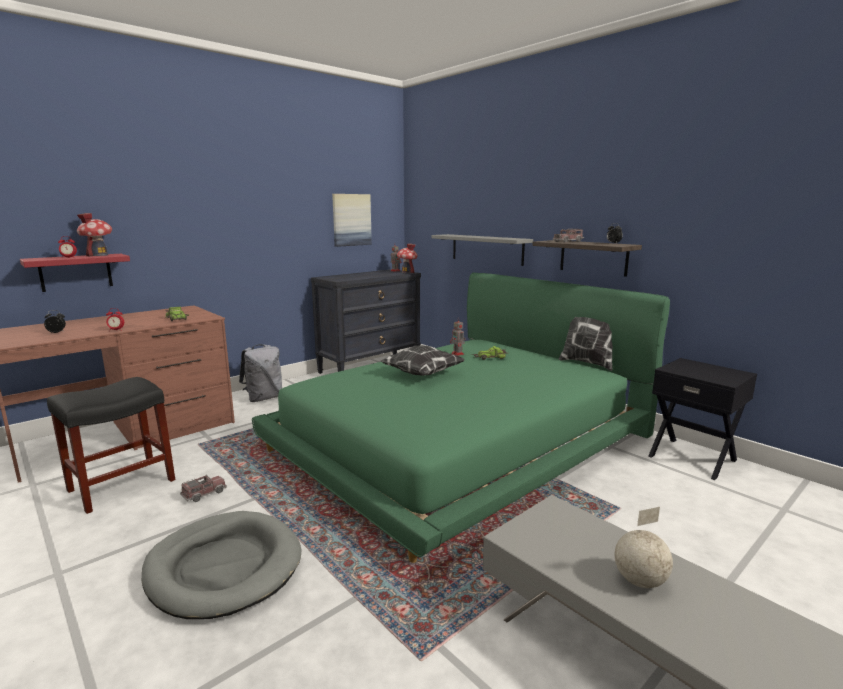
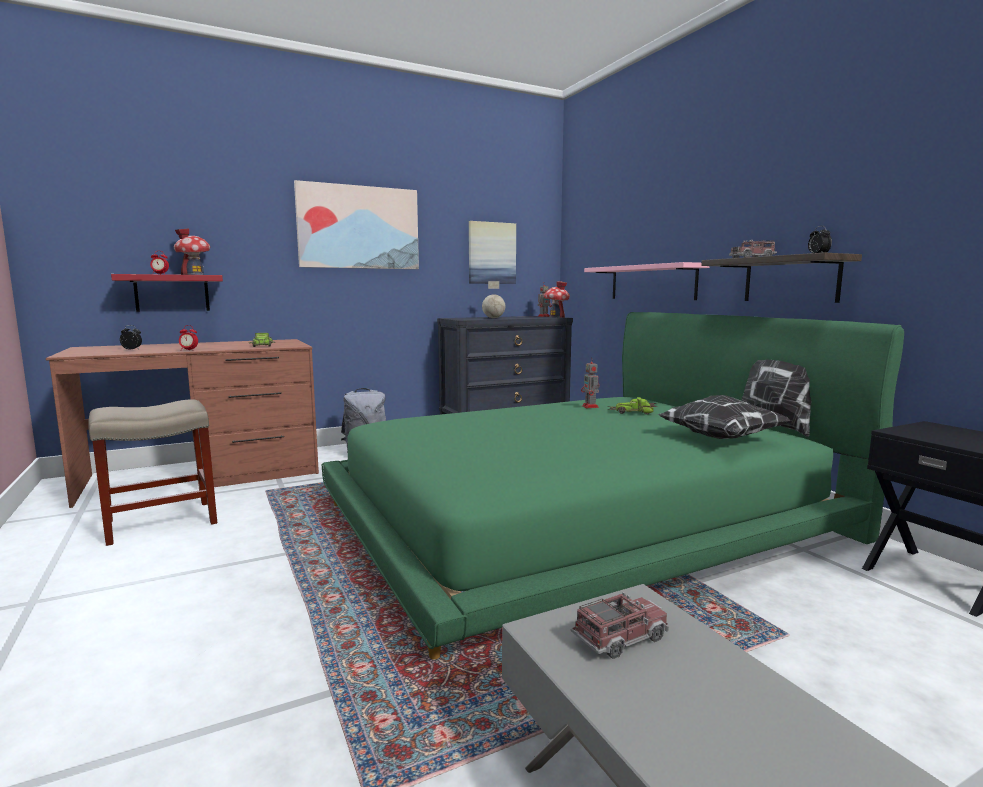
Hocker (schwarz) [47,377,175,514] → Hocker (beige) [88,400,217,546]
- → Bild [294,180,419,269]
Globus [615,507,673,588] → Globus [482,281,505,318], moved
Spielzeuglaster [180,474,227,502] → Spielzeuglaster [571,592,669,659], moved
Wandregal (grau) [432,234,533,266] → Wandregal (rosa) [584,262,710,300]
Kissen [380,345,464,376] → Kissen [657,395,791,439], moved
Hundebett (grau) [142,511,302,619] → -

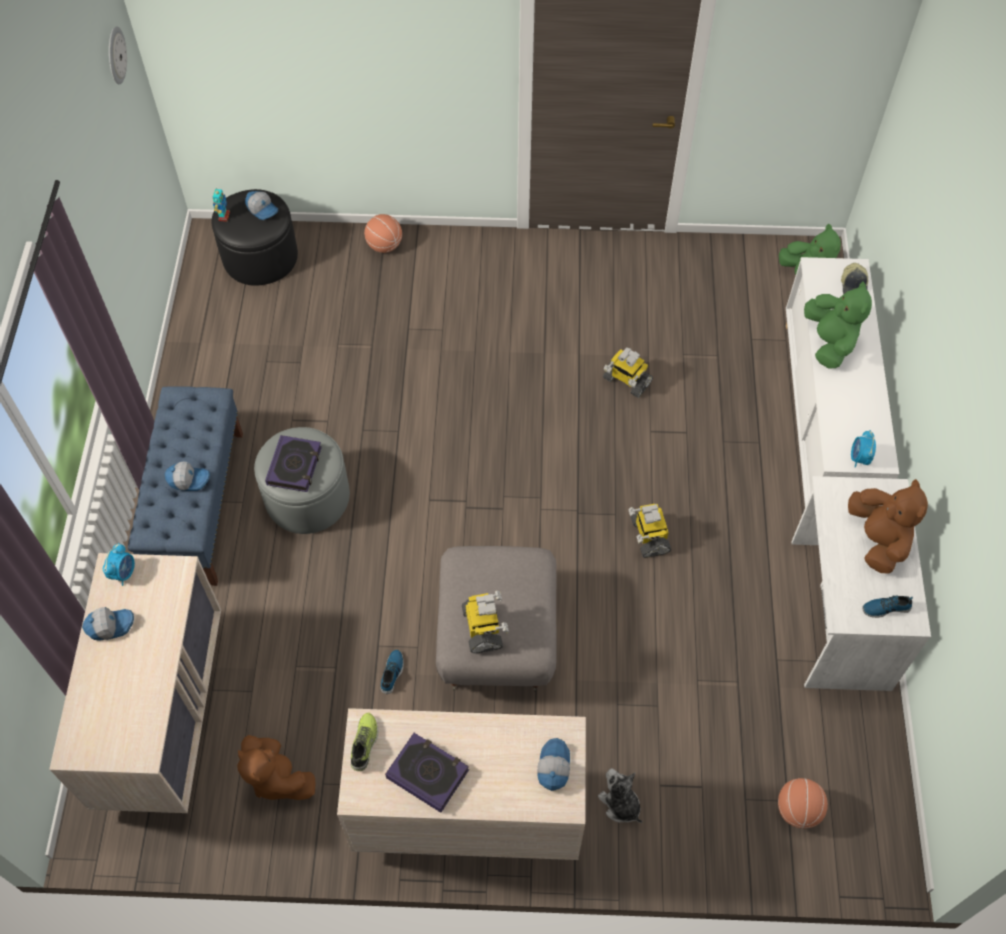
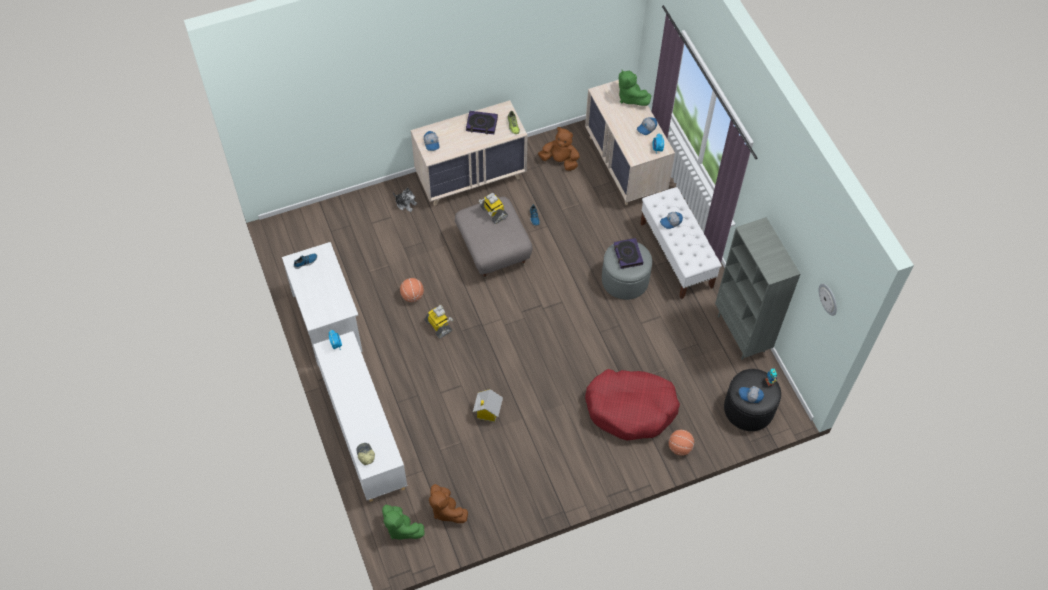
Basketball [778,778,828,829] → Basketball [400,278,424,302], moved
Plüschtier (braun) [848,479,928,574] → Plüschtier (braun) [429,484,468,523], moved
Spielzeugroboter [603,347,653,398] → Spielzeughaus [473,389,503,422]
- → Hundebett (rot) [585,369,680,440]
Plüschtier (grün) [804,281,872,368] → Plüschtier (grün) [619,70,651,106], moved
Bank (blau) [128,386,243,586] → Bank (weiß) [640,187,722,299]
- → Bücherregal (grau) [715,217,800,360]

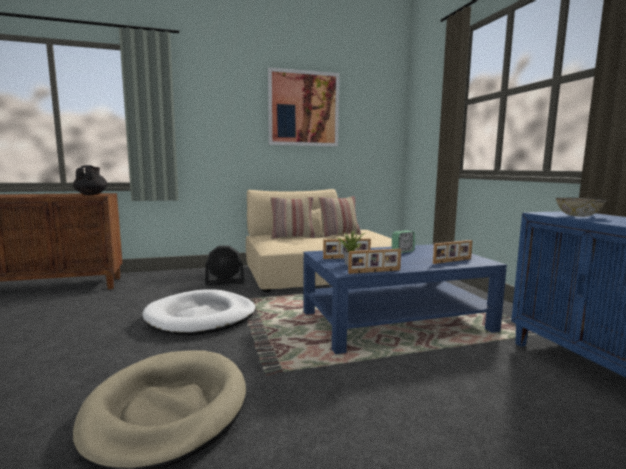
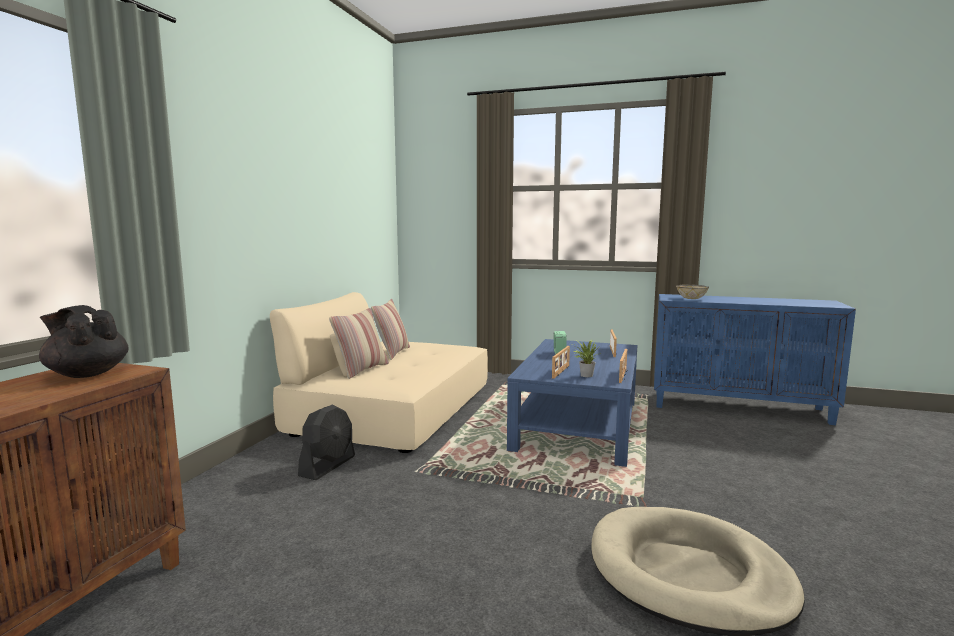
Hundebett (weiß) [142,289,256,336] → -
Bild [268,67,339,147] → -

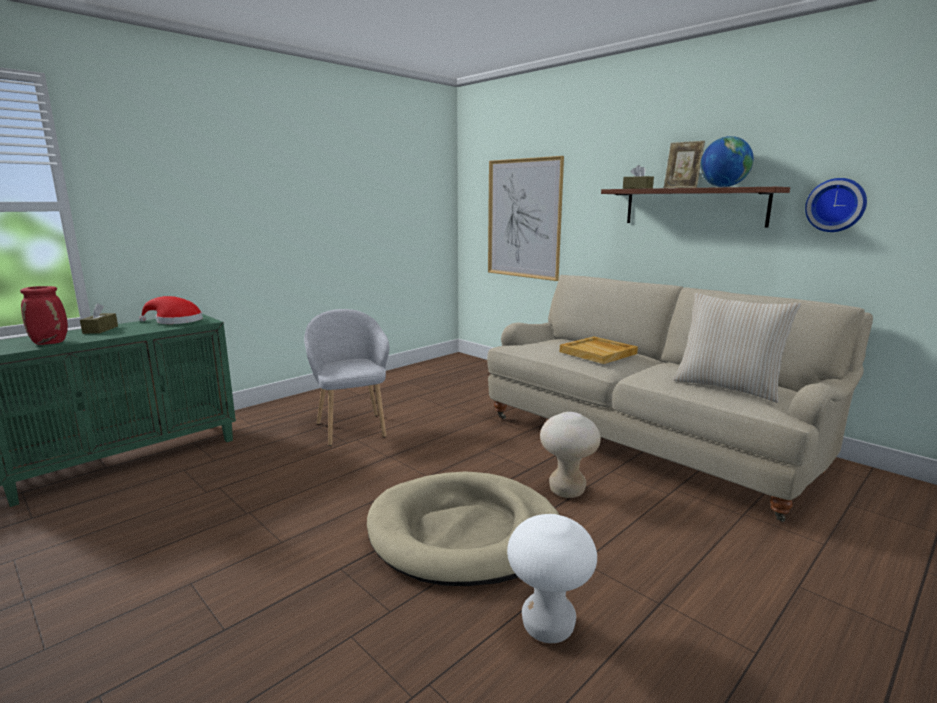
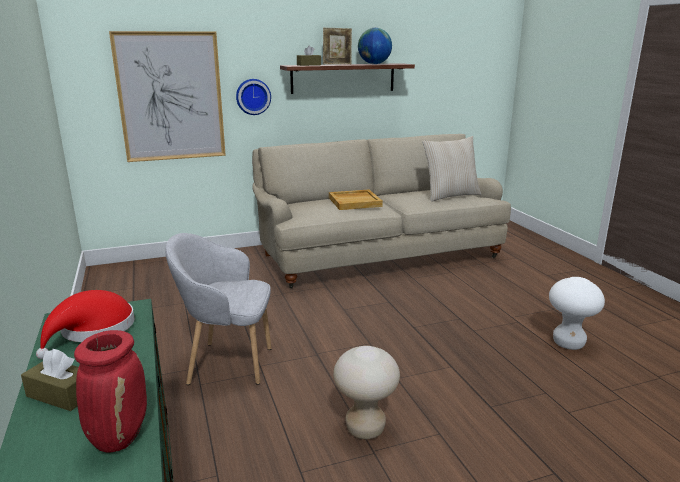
Wanduhr [805,178,867,232] → Wanduhr [236,79,271,115], moved
Hocker (beige) [540,412,601,498] → Hocker (beige) [333,346,400,439], moved
Hundebett (beige) [367,472,559,586] → -

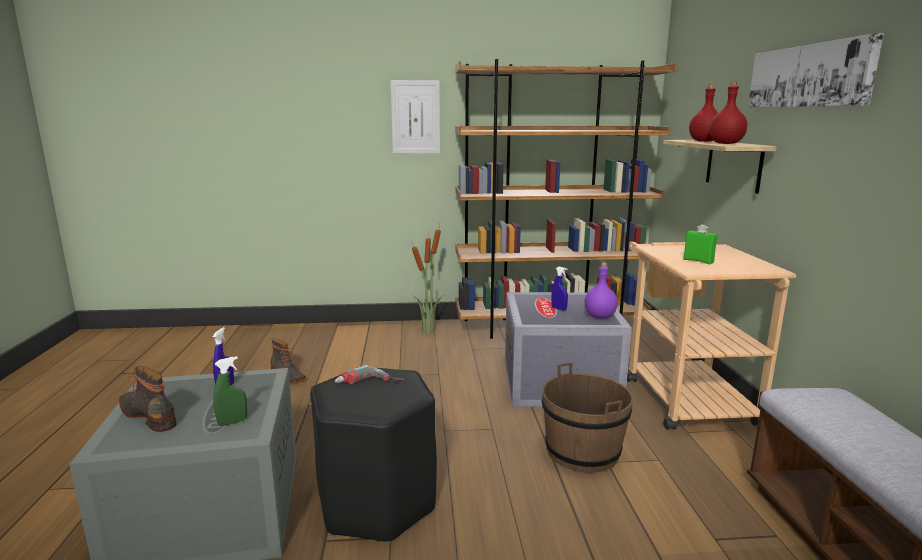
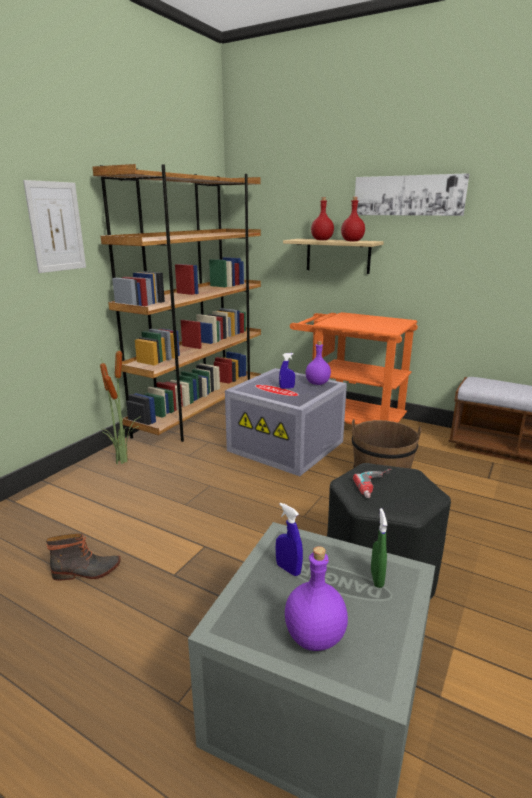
Stiefel [119,366,177,432] → Flasche (lila) [285,546,348,651]
Rollwagen (beige) [627,242,796,429] → Rollwagen (orange) [290,312,418,424]
Flasche (grün) [683,225,717,264] → -

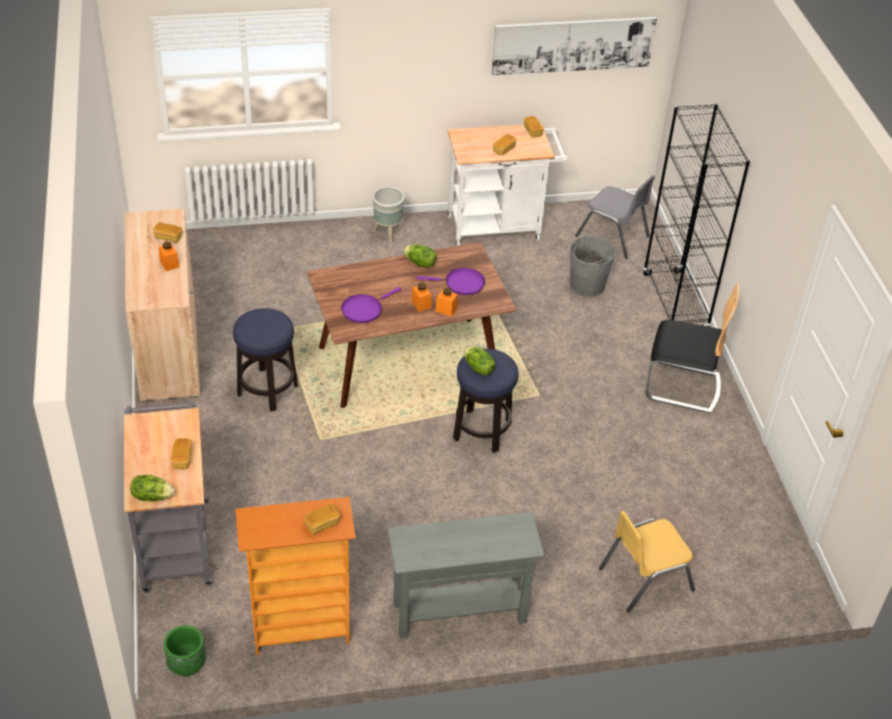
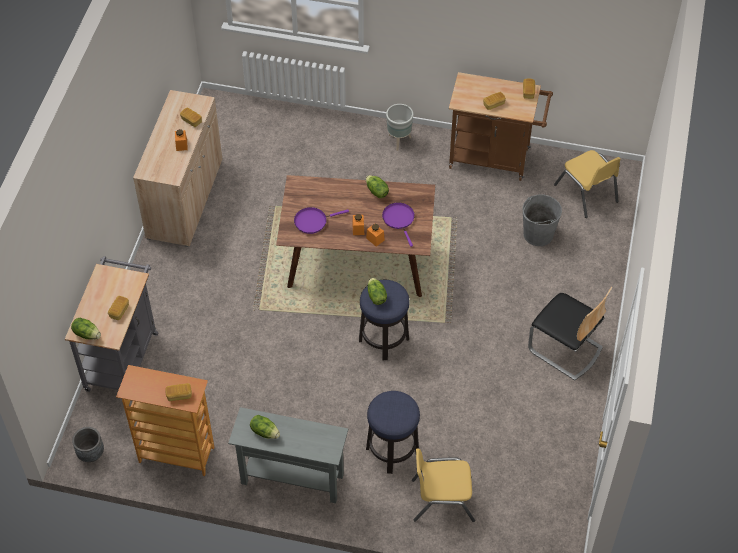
Pflanzkübel (grün) [164,625,206,676] → Pflanzkübel (grau) [72,427,104,462]
- → Salatkopf [250,415,280,439]
Hocker [233,308,298,411] → Hocker [366,391,420,474], moved
Pfanne (lila) [417,268,485,295] → Pfanne (lila) [382,203,415,247], 135 degrees counterclockwise
Rollwagen (weiß) [448,123,568,246] → Rollwagen (braun) [449,72,553,181]
Stuhl (grau) [575,175,655,259] → Stuhl (gelb) [554,150,621,218]
Bild [491,17,657,76] → -
Bücherregal (schwarz) [643,103,750,327] → -

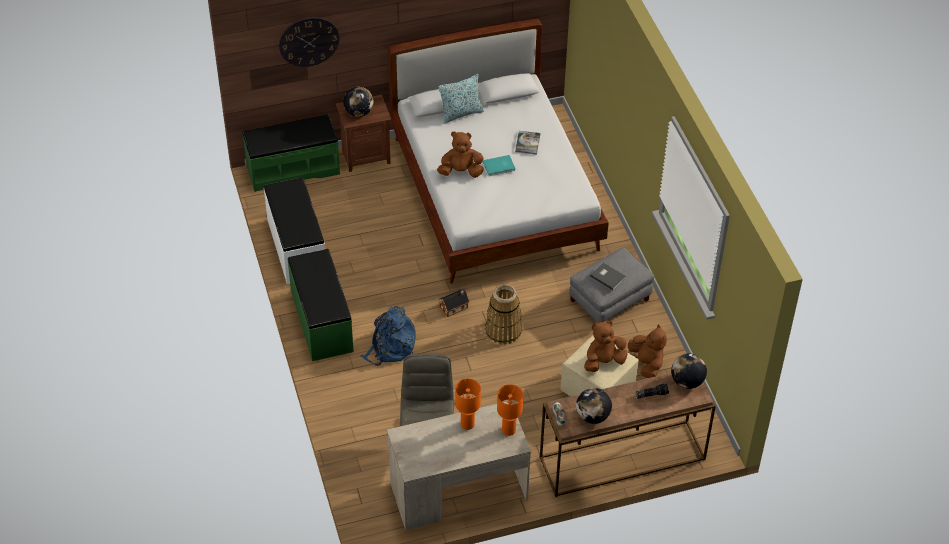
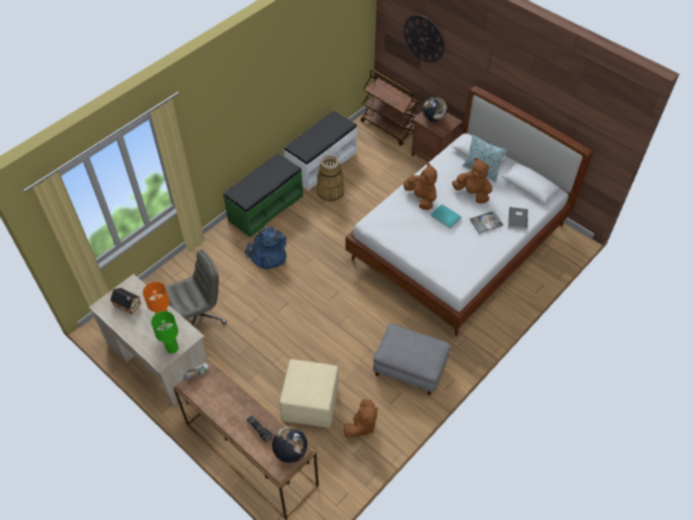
Spielzeughaus [439,289,470,317] → Spielzeughaus [110,288,141,314], moved
Tischlampe (orange) [497,384,523,436] → Tischlampe (grün) [151,311,179,354]
Korb [485,284,522,345] → Korb [317,155,344,202], moved
Bank (grün) [242,114,340,192] → Rollwagen (braun) [361,69,419,146]
Plüschtier (braun) [584,321,628,372] → Plüschtier (braun) [452,158,492,204], moved
Buch (grau) [590,263,626,290] → Buch (grau) [508,207,528,230], moved
Globus [576,388,612,424] → -

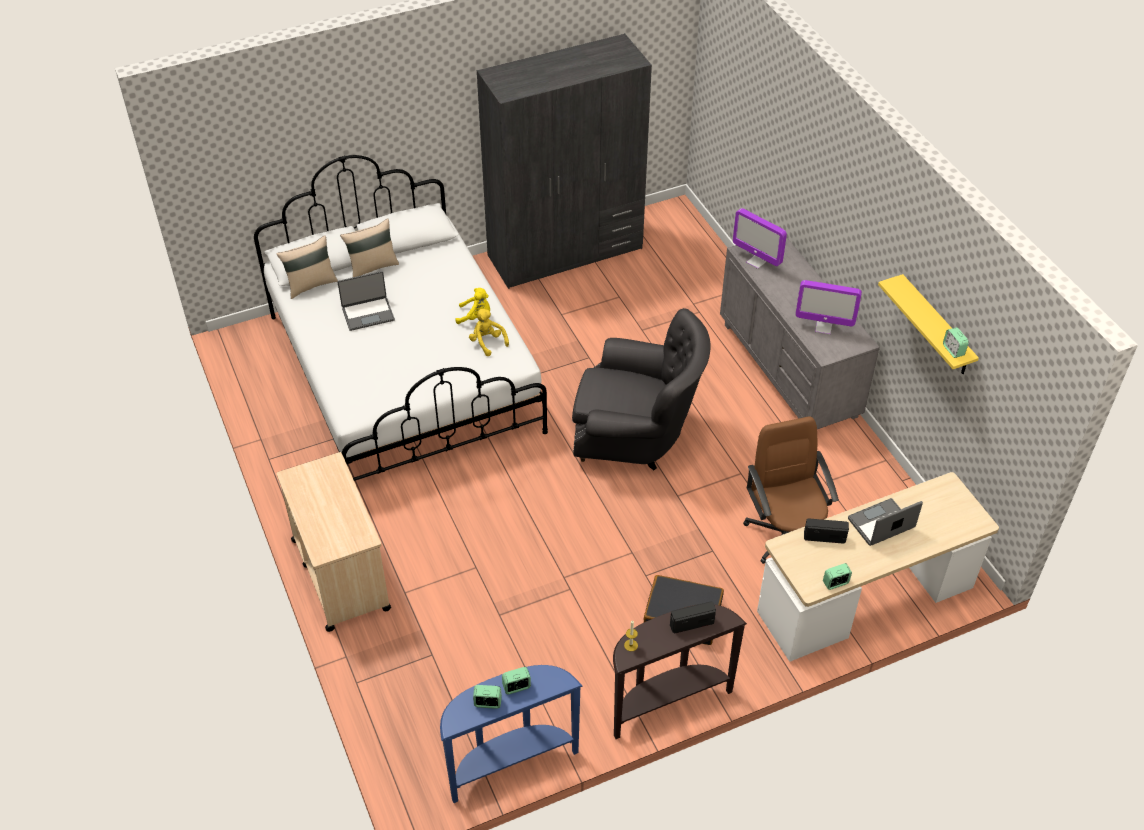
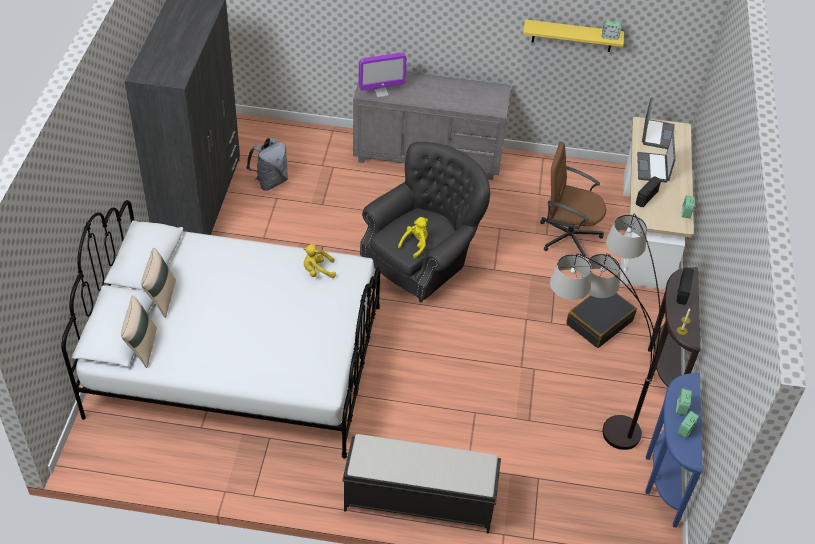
- → Rucksack (grau) [246,138,288,191]
Rollwagen (beige) [277,452,391,632] → Bank (schwarz) [342,434,501,534]
Plüschtier (gelb) [455,288,490,324] → Plüschtier (gelb) [398,217,428,258], moved
- → Stehlampe [550,213,661,450]
Laptop [338,271,395,331] → Laptop [642,97,675,149], moved
Monitor [795,280,862,335] → -

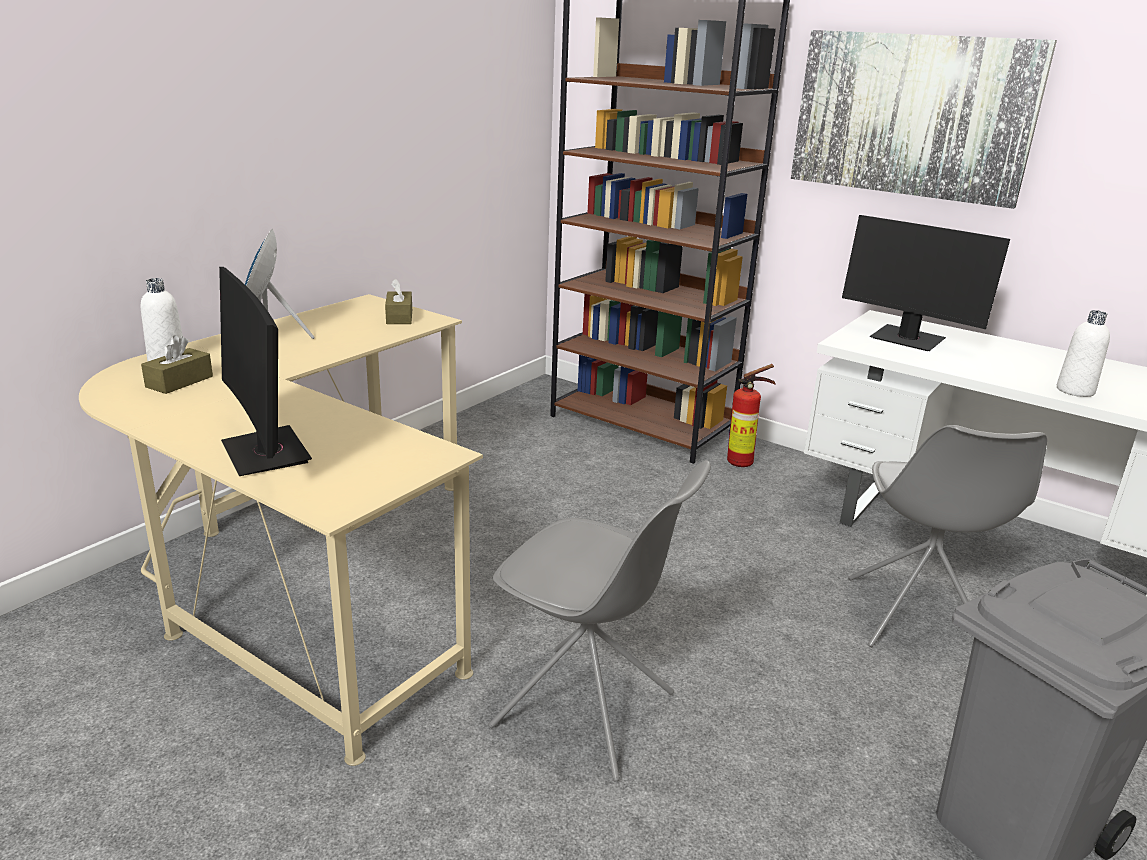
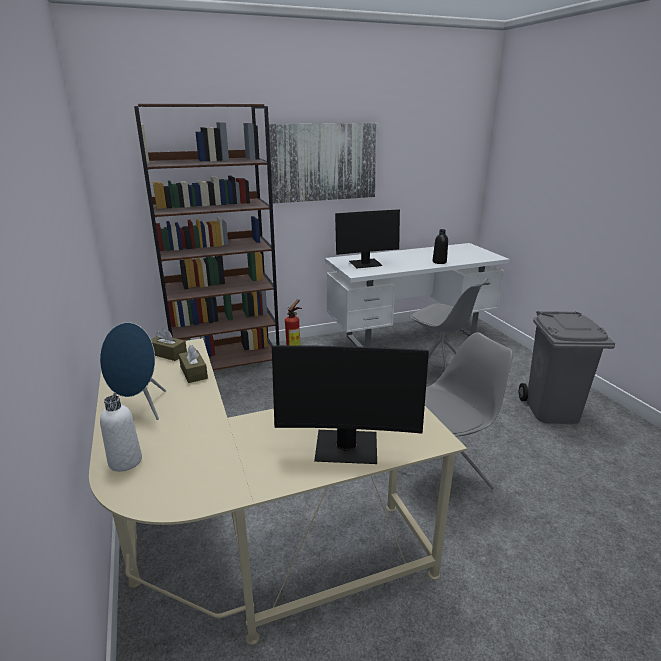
Taschentuchbox (braun) [141,336,213,394] → Taschentuchbox (braun) [179,345,208,383], moved
Flasche (weiß) [1057,310,1110,397] → Flasche (schwarz) [433,229,448,264]

